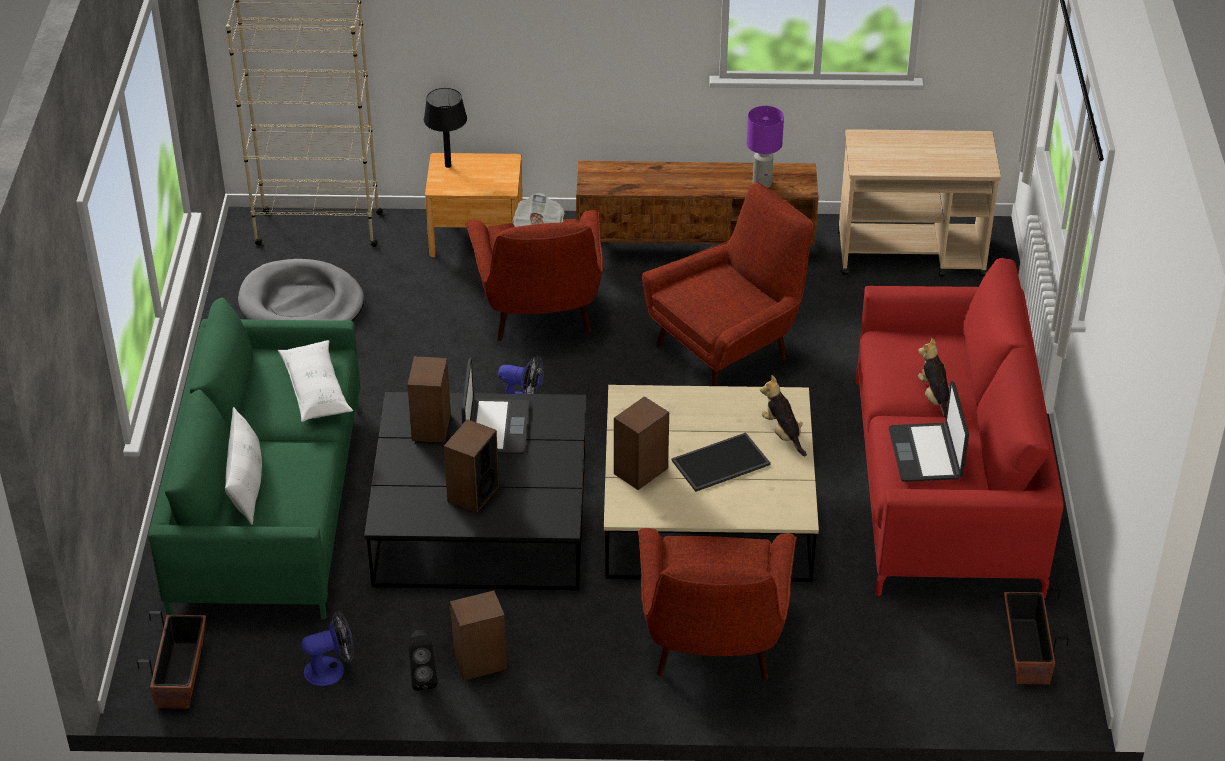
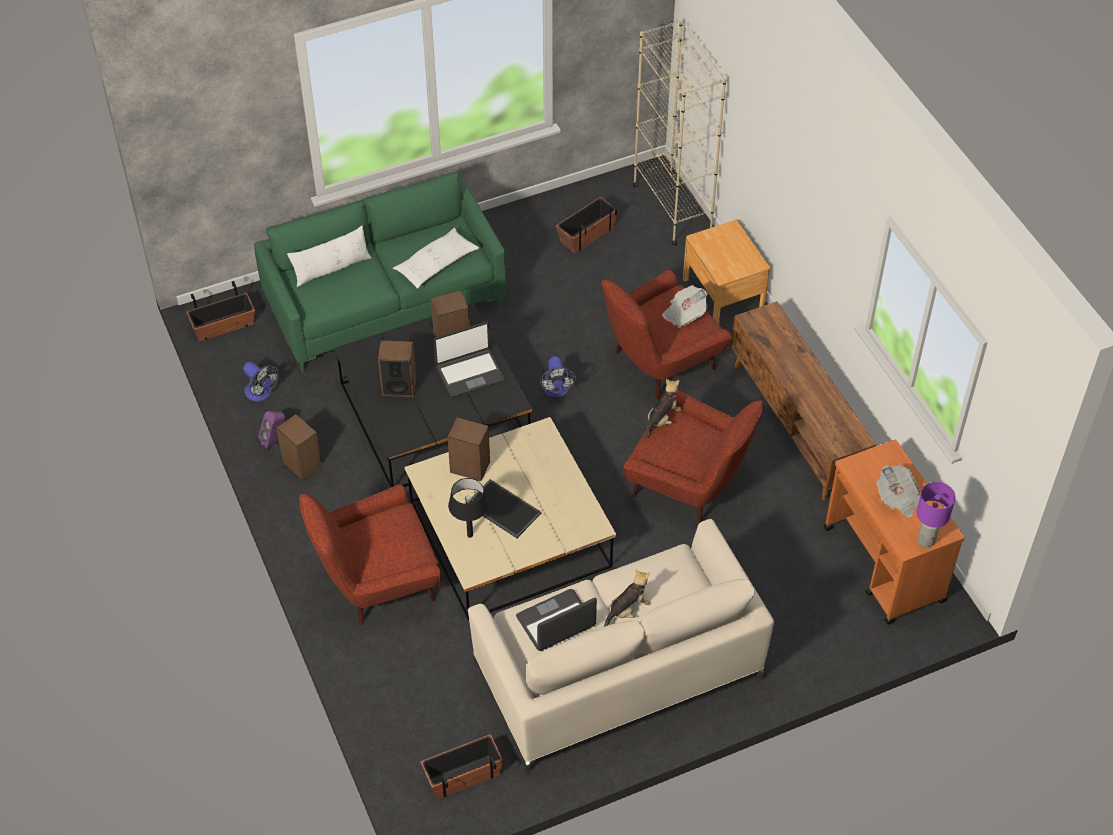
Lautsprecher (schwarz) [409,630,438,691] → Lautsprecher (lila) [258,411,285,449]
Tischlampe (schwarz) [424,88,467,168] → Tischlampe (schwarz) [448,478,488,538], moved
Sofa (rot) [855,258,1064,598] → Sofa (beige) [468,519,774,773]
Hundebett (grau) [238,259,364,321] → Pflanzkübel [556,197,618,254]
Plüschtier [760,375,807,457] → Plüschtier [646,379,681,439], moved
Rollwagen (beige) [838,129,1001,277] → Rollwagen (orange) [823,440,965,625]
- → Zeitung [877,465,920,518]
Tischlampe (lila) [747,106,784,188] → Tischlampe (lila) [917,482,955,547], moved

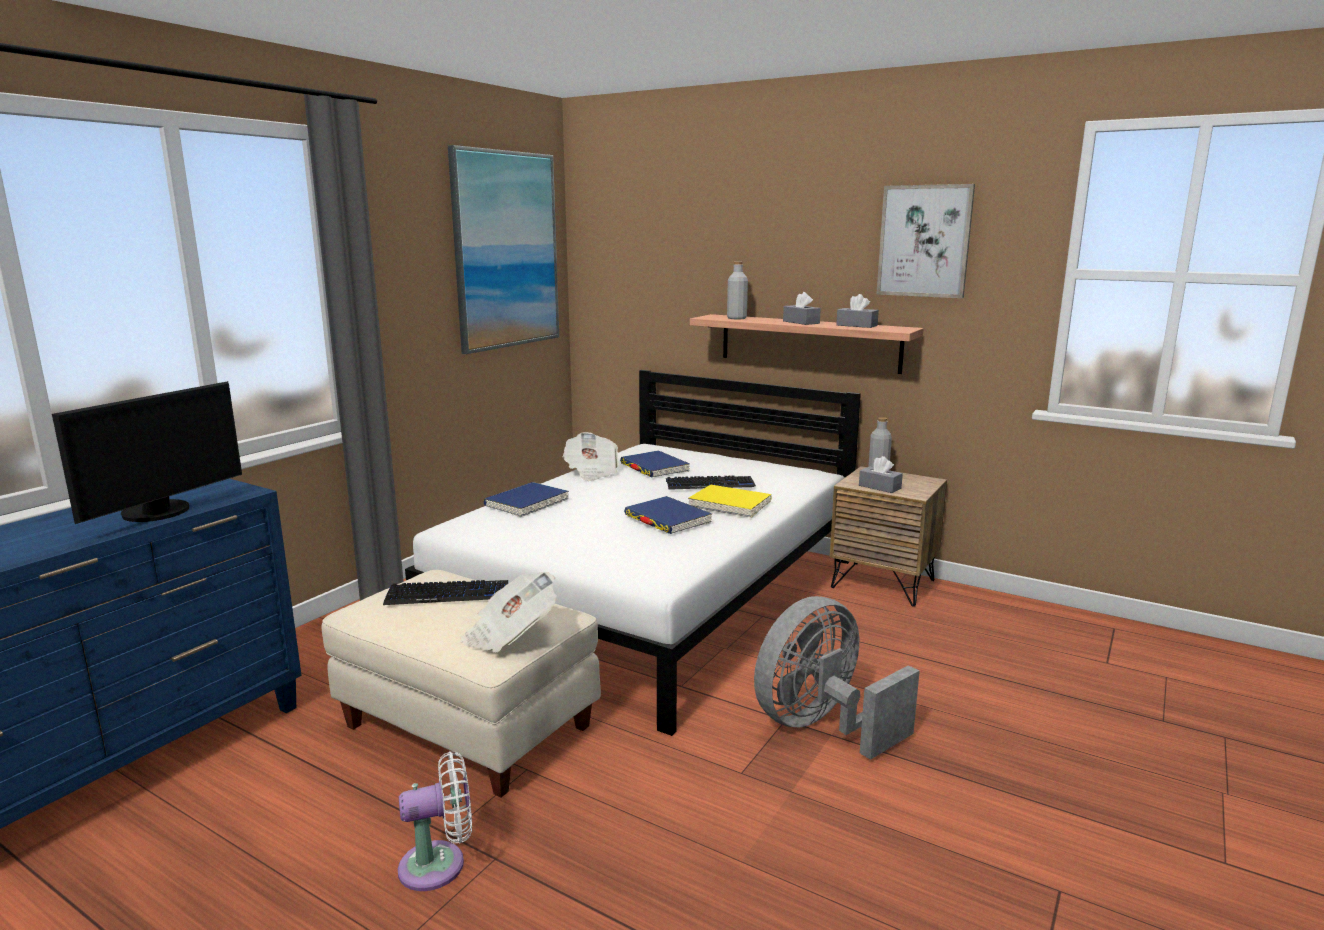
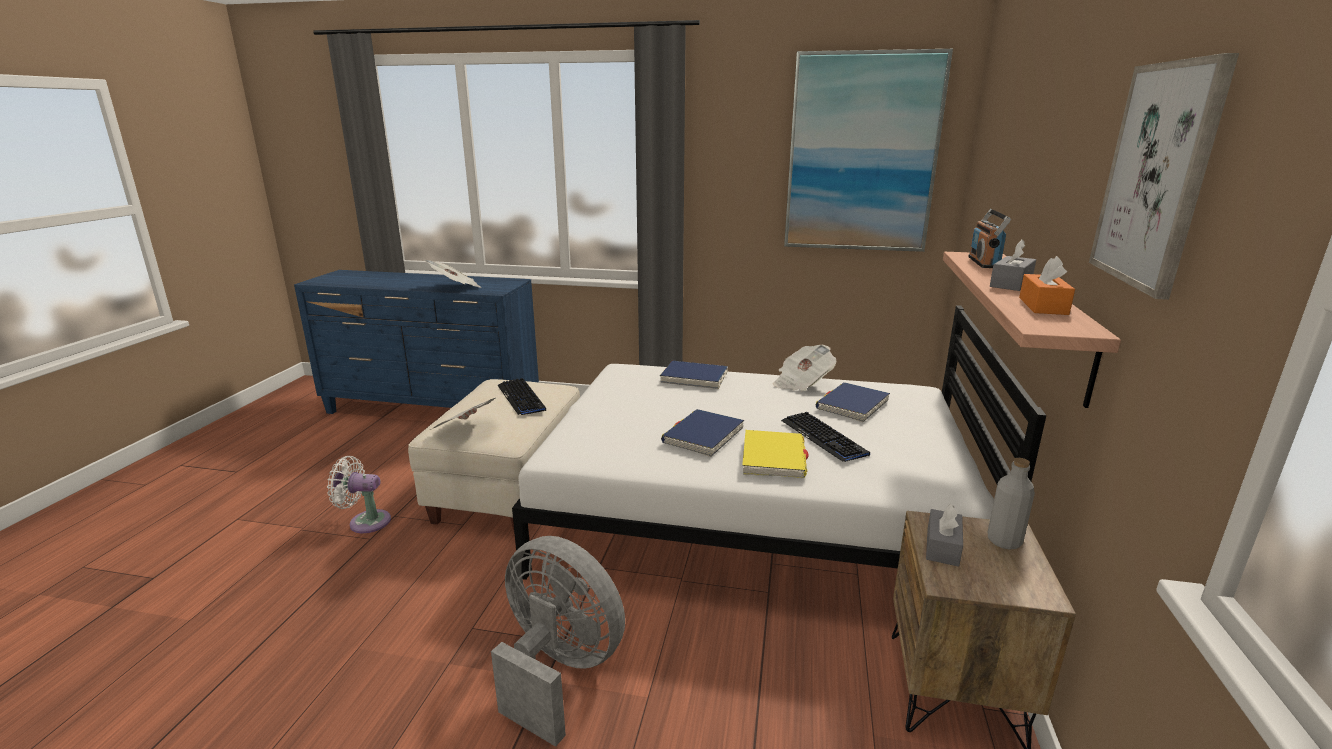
Ventilator (weiß) [398,751,472,891] → Ventilator (weiß) [327,456,391,533], 135 degrees clockwise
Monitor [52,381,242,524] → Zeitung [424,260,482,288]
Flasche (grau) [727,262,748,319] → Radio [968,209,1011,268]
Taschentuchbox (grau) [836,294,879,328] → Taschentuchbox (orange) [1019,256,1075,315]

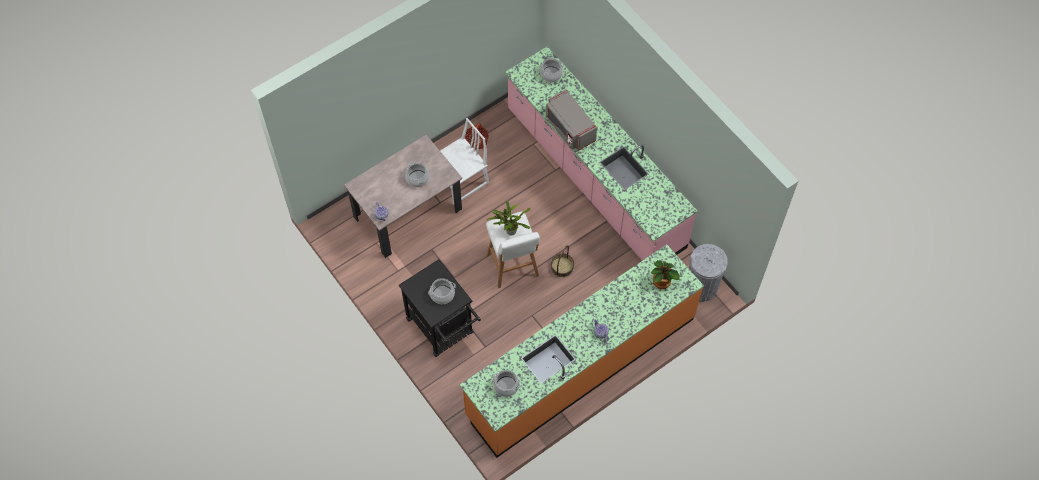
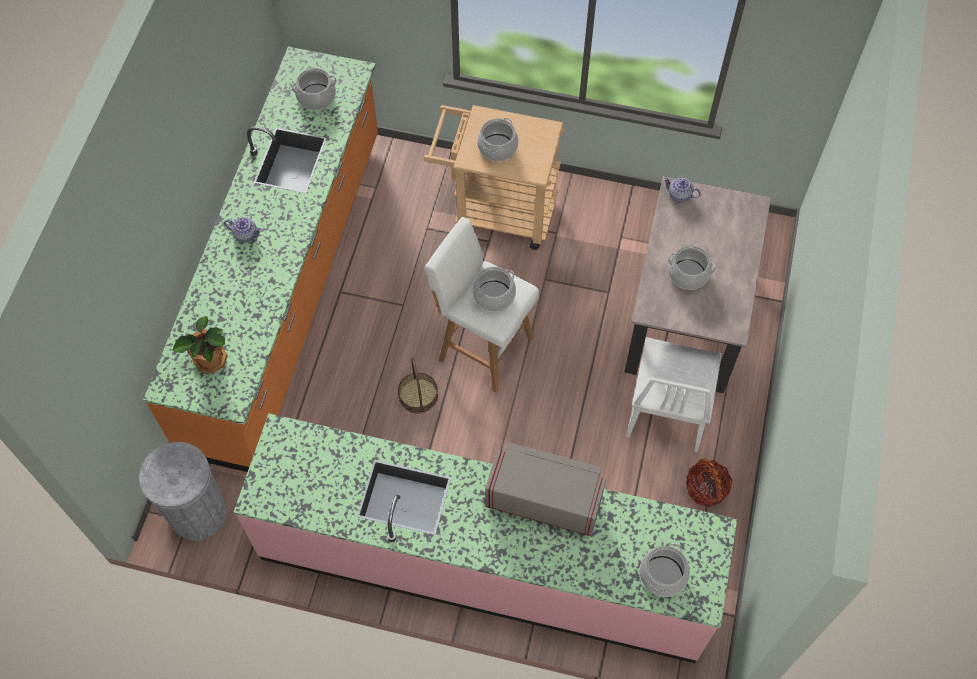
Rollwagen (schwarz) [399,259,481,357] → Rollwagen (beige) [423,105,565,250]
Topfpflanze [486,200,530,236] → Kochtopf [472,267,516,312]

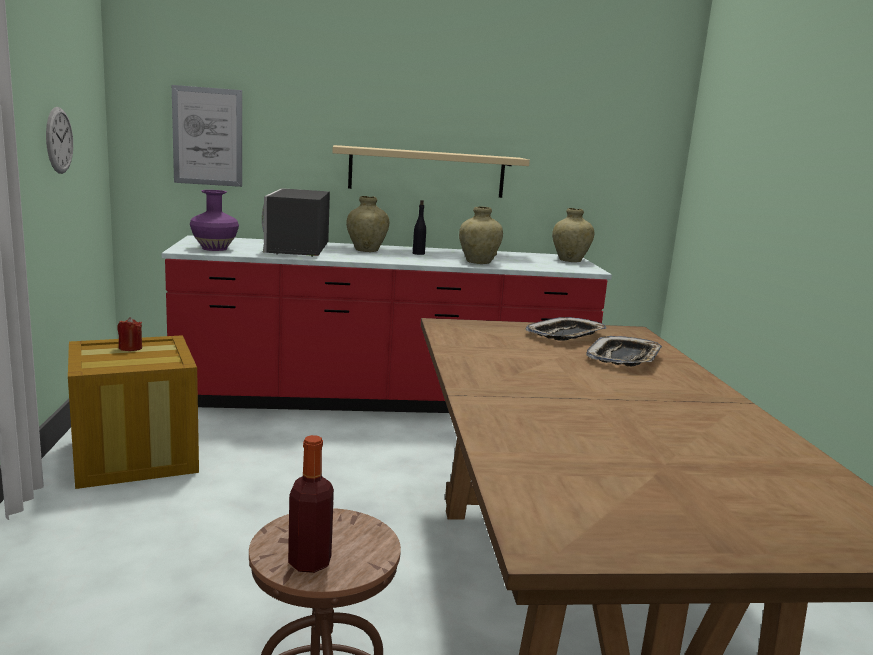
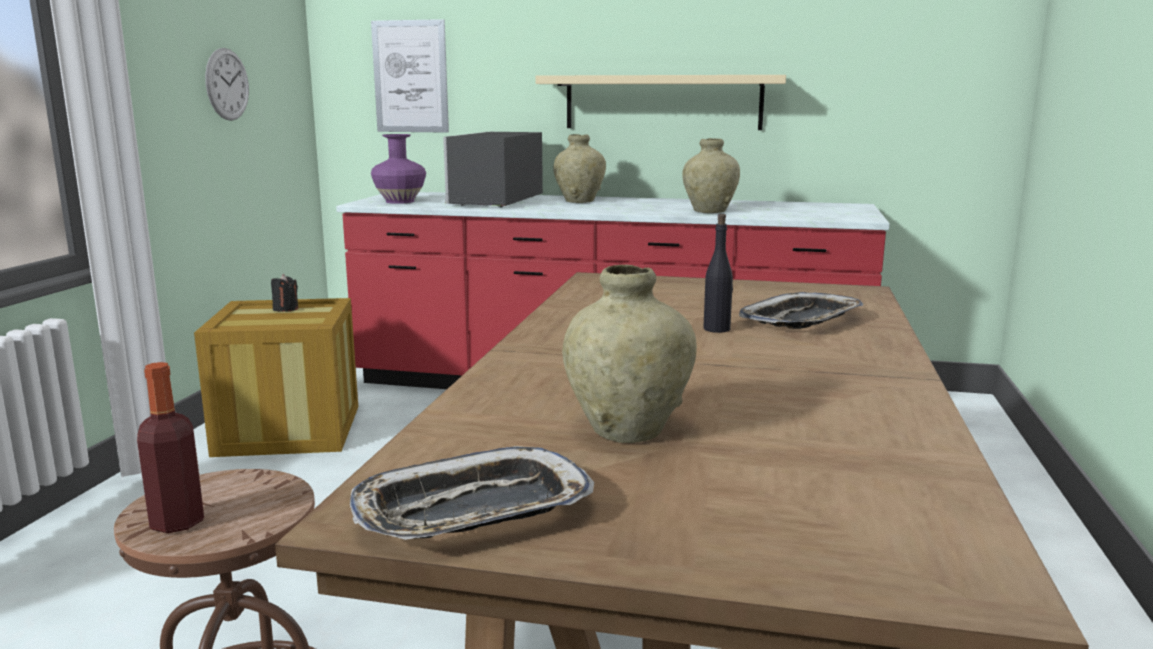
Kerze (rot) [117,317,142,351] → Kerze (schwarz) [271,274,298,312]
Tablett [525,317,607,341] → Tablett [350,446,594,540], moved
Vase (beige) [552,208,595,262] → Vase (beige) [562,265,697,443], moved
Flasche (schwarz) [413,200,426,255] → Flasche (schwarz) [703,214,733,333], moved

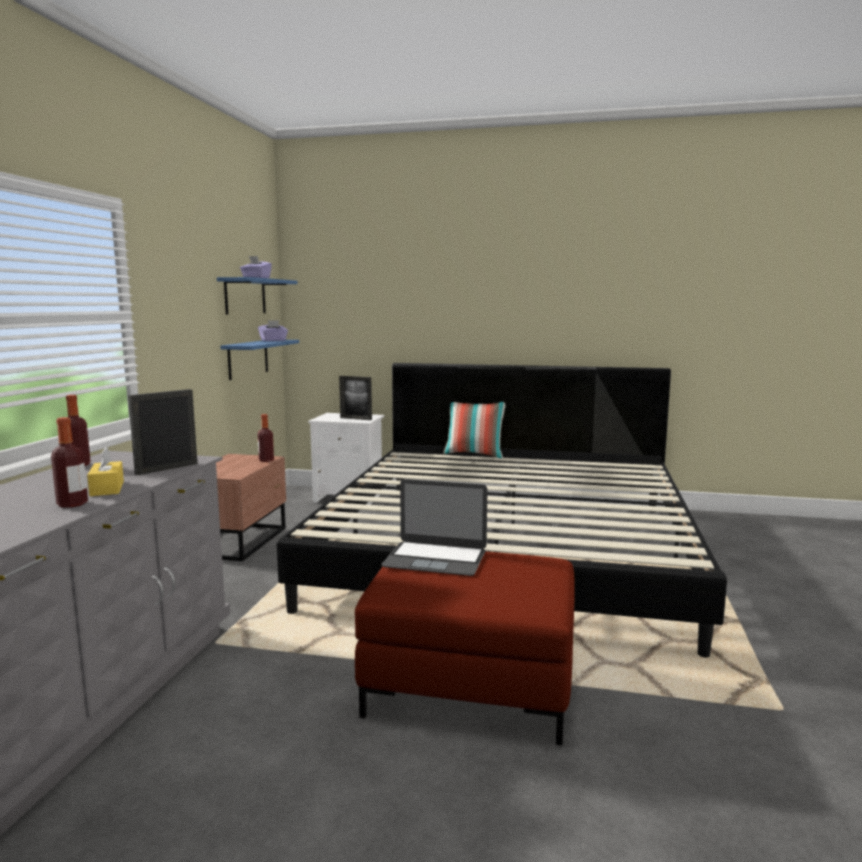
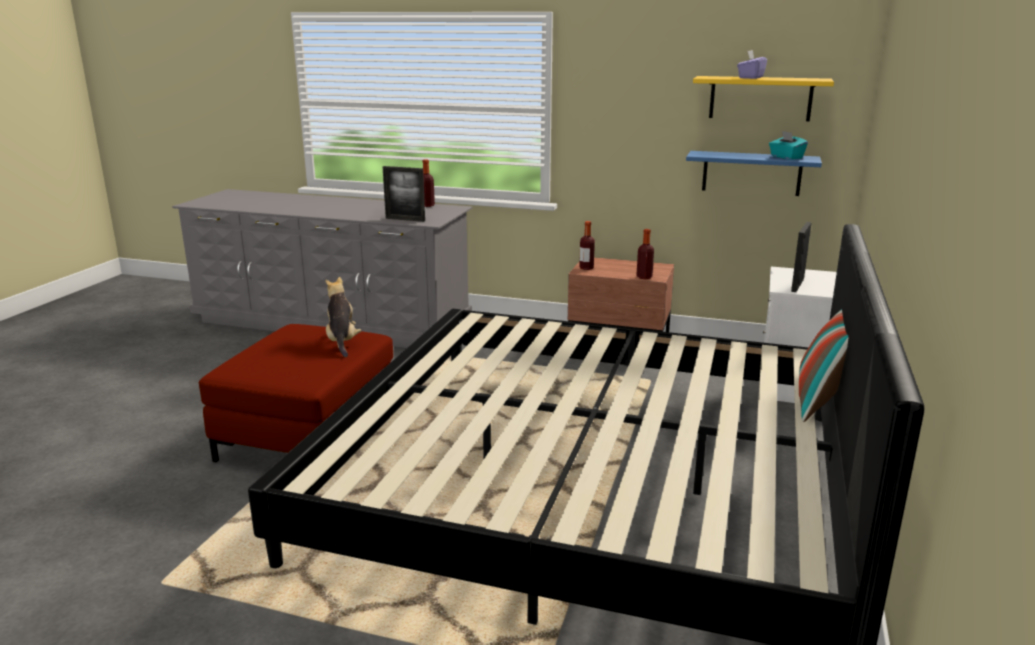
Laptop [382,479,488,576] → Plüschtier [325,277,361,357]
Bilderrahmen [128,389,197,475] → Bilderrahmen [383,166,425,222], 150 degrees clockwise
Flasche [51,417,88,508] → Flasche [579,221,595,270], moved
Wandregal (blau) [217,277,297,315] → Wandregal (gelb) [693,76,834,121]
Taschentuchbox (lila) [258,320,288,341] → Taschentuchbox (türkis) [769,131,808,160]
Taschentuchbox (gelb) [87,447,124,496] → -

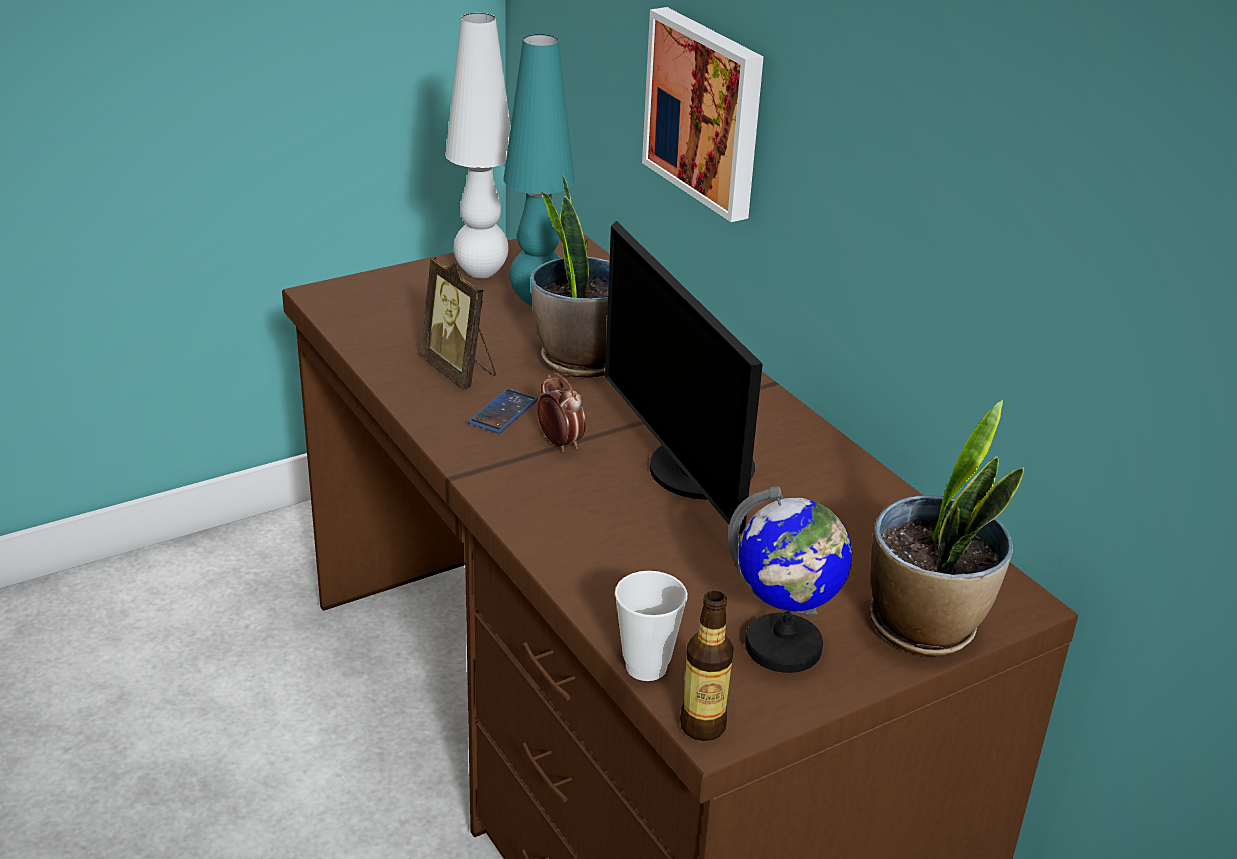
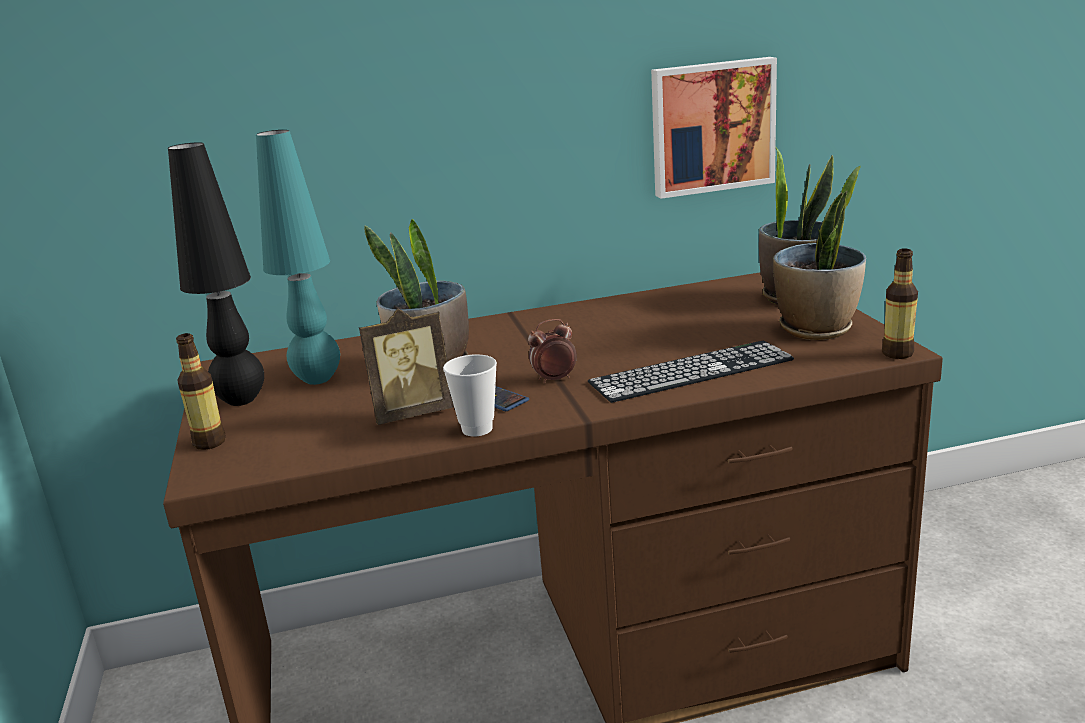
Tischlampe (weiß) [445,13,511,279] → Tischlampe (schwarz) [168,142,264,406]
- → Flasche [176,333,226,450]
Tasse [615,571,688,681] → Tasse [443,354,497,436], moved
- → Tastatur [588,341,794,403]
Bild [642,7,764,222] → Bild [651,57,777,199], moved
Globus [728,486,852,673] → Topfpflanze [773,166,866,340]
Monitor [605,221,763,534] → -

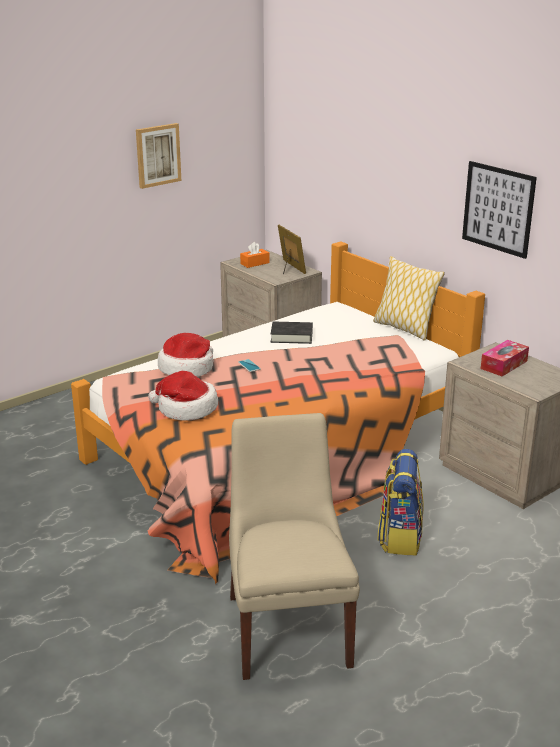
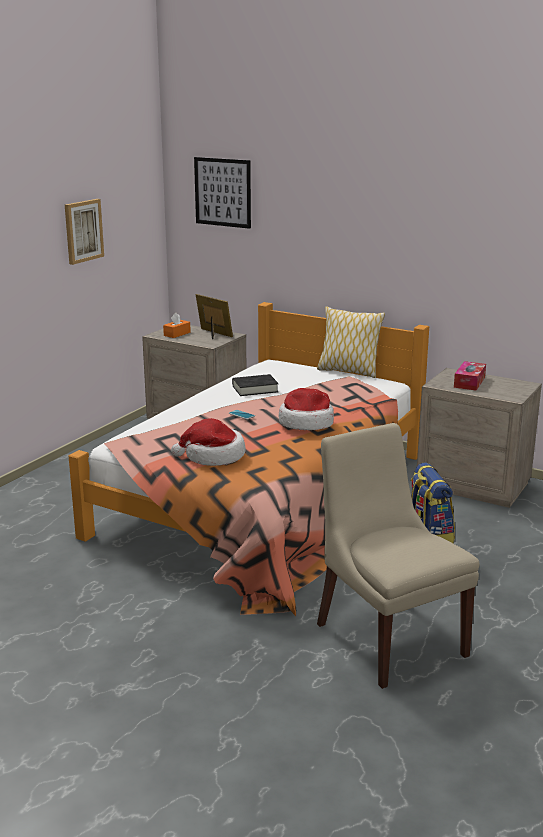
Bild [462,161,537,259] → Bild [194,157,251,229], moved
Hut [158,333,213,377] → Hut [278,388,334,430], moved

